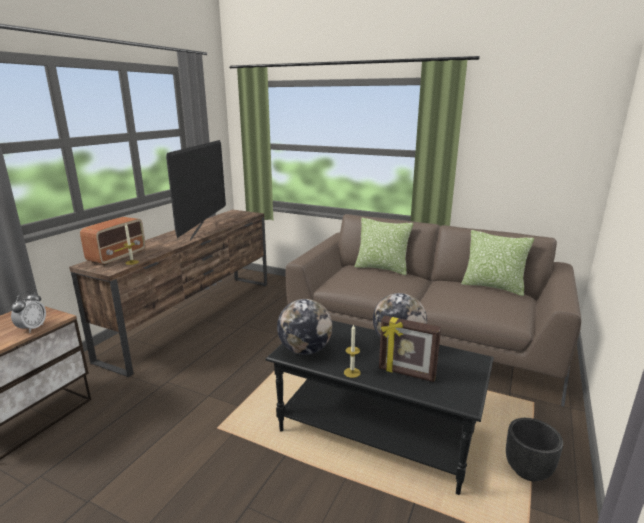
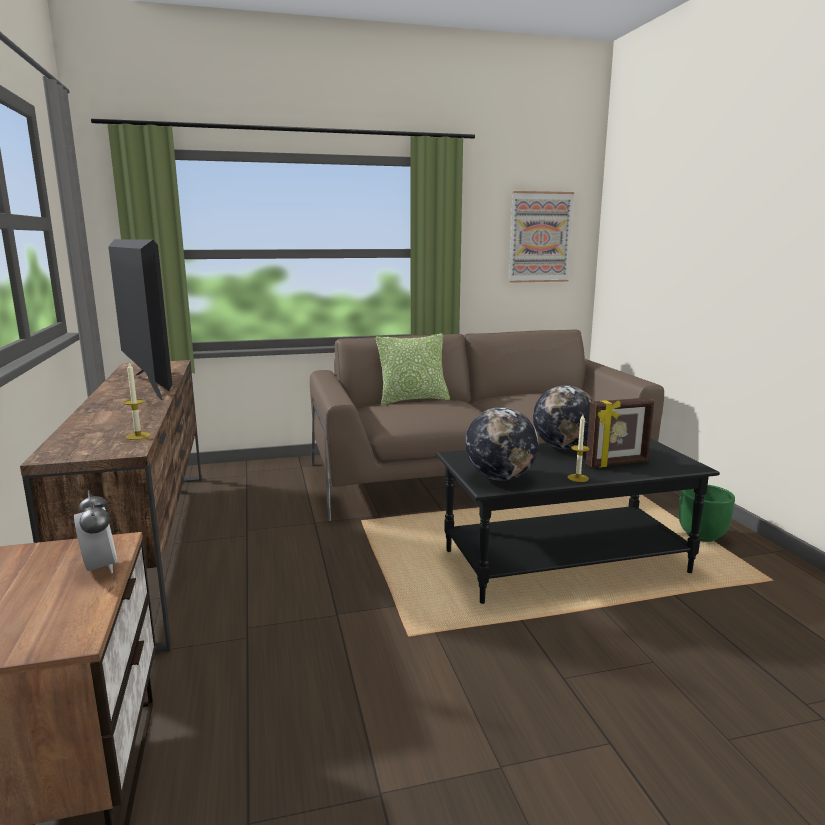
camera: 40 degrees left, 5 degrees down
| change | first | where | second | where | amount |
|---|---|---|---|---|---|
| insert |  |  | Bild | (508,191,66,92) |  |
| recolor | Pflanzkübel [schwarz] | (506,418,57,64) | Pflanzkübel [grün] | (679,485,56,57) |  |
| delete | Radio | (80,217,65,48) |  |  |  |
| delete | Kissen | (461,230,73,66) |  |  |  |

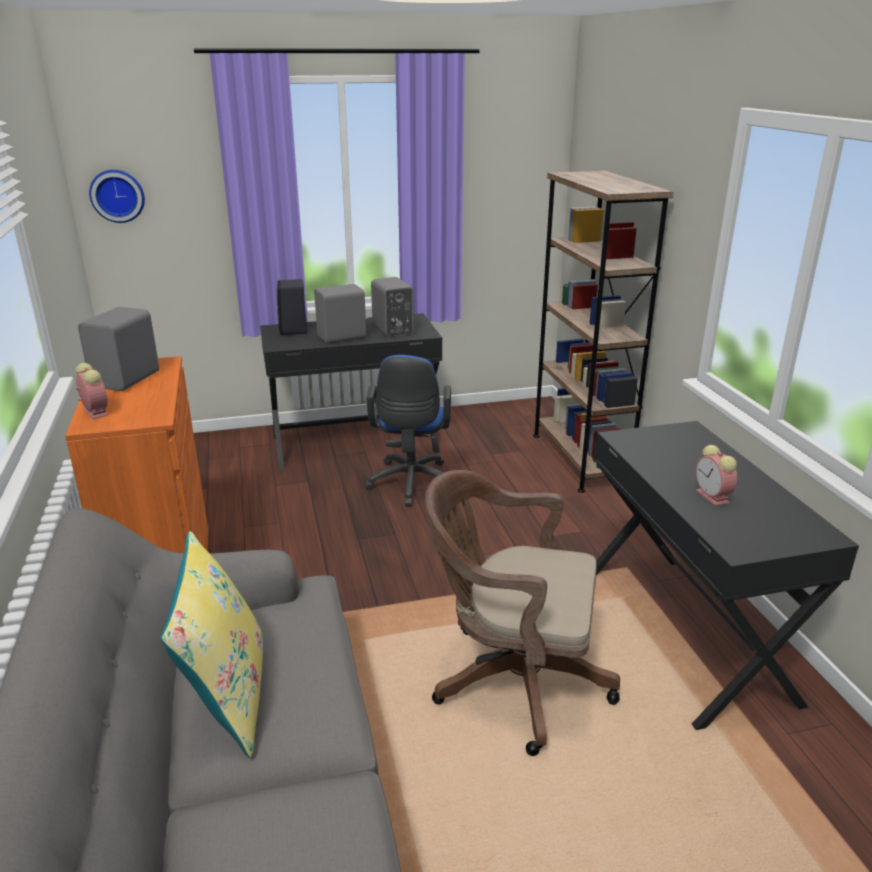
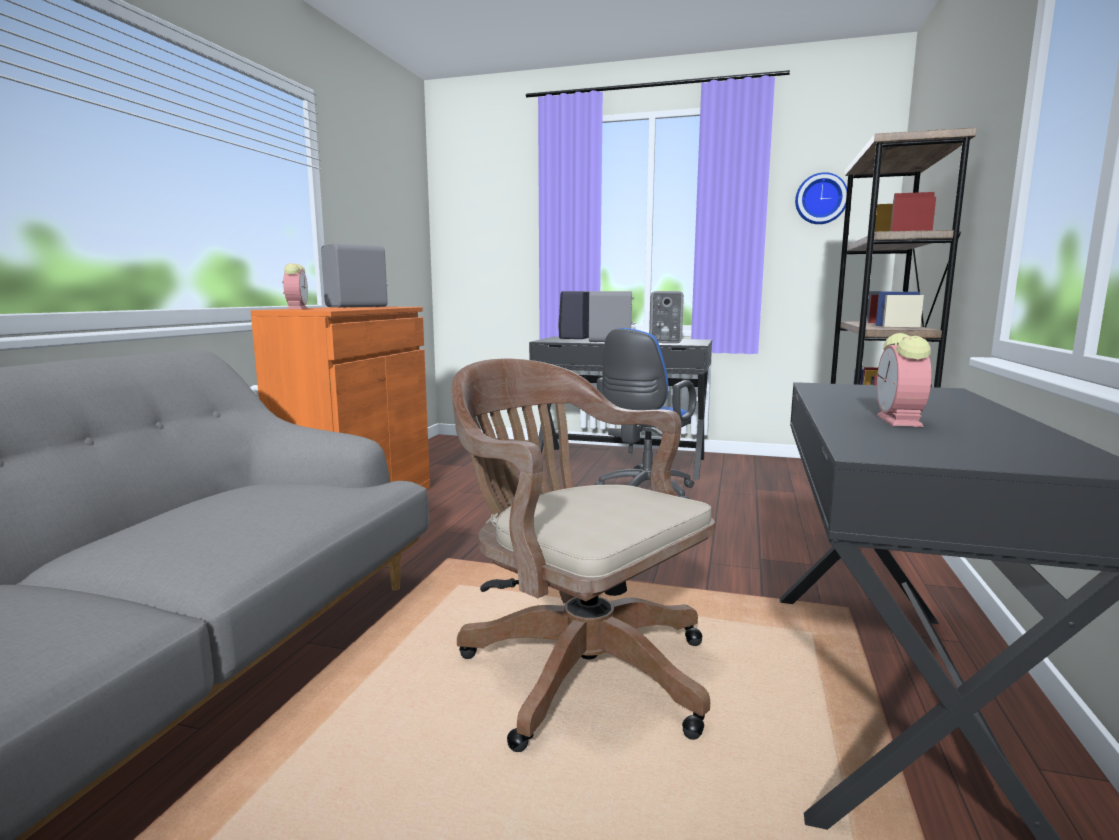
camera: 30 degrees right, 15 degrees down
| change | first | where | second | where | amount |
|---|---|---|---|---|---|
| move | Wanduhr | (89,170,56,53) |  | (795,172,52,52) |  |
| delete | Kissen [gelb] | (160,531,103,226) |  |  |  |

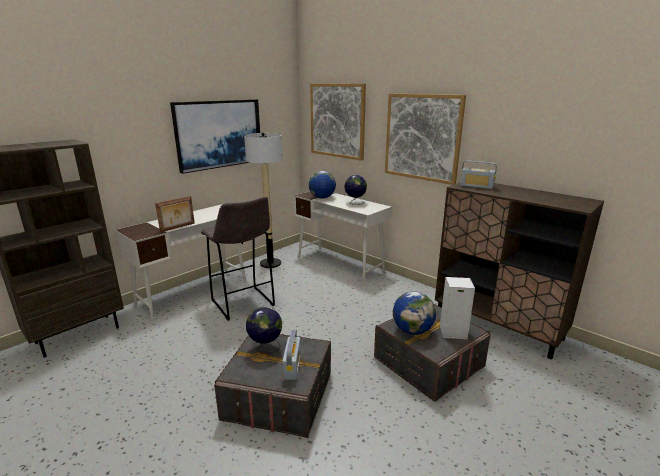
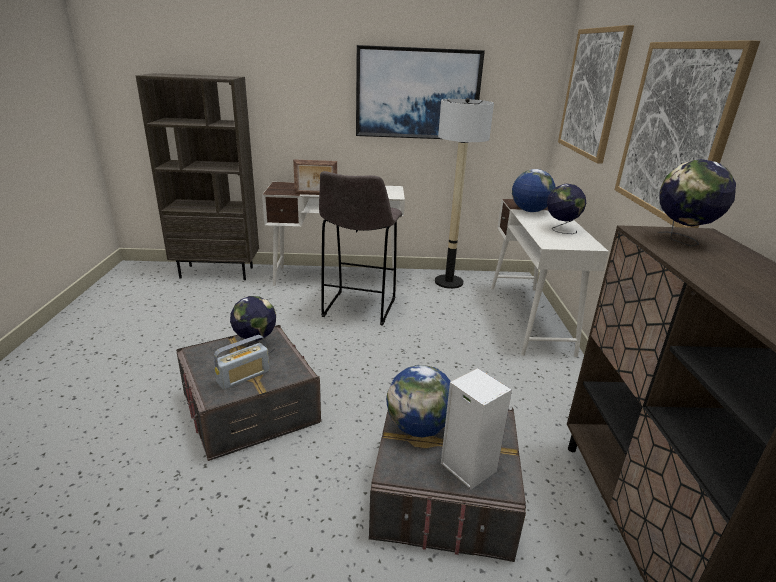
camera: 45 degrees right, 5 degrees up
| change | first | where | second | where | amount |
|---|---|---|---|---|---|
| replace | Radio | (460,161,37,28) | Globus | (657,159,79,87) |  |

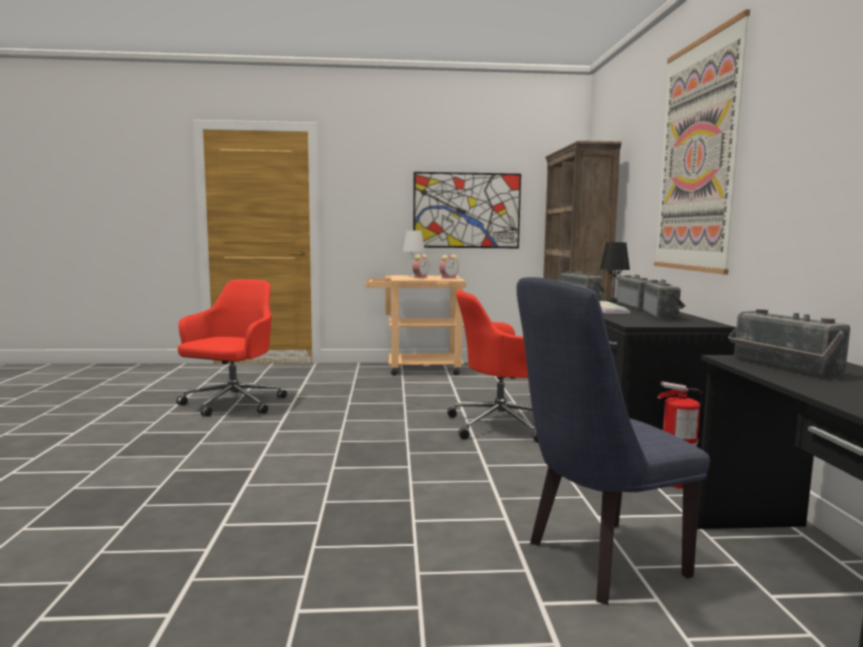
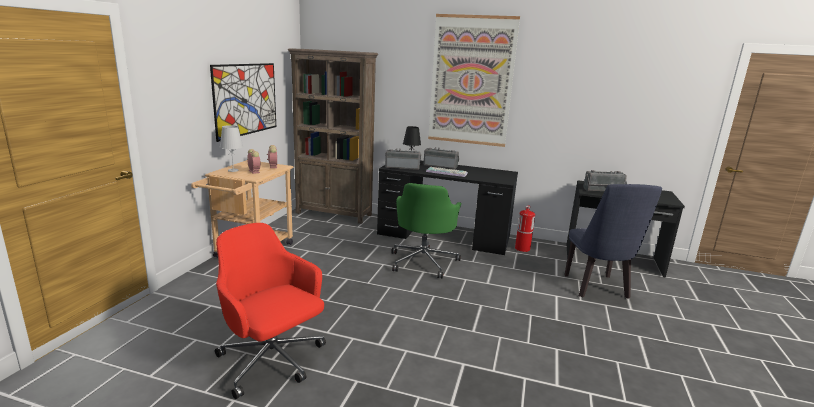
camera: 70 degrees left, 10 degrees up
| change | first | where | second | where | amount |
|---|---|---|---|---|---|
| recolor | Bürostuhl [rot] | (447,290,91,153) | Bürostuhl [grün] | (391,183,71,96) |  |
| delete | Radio | (643,279,42,41) |  |  |  |

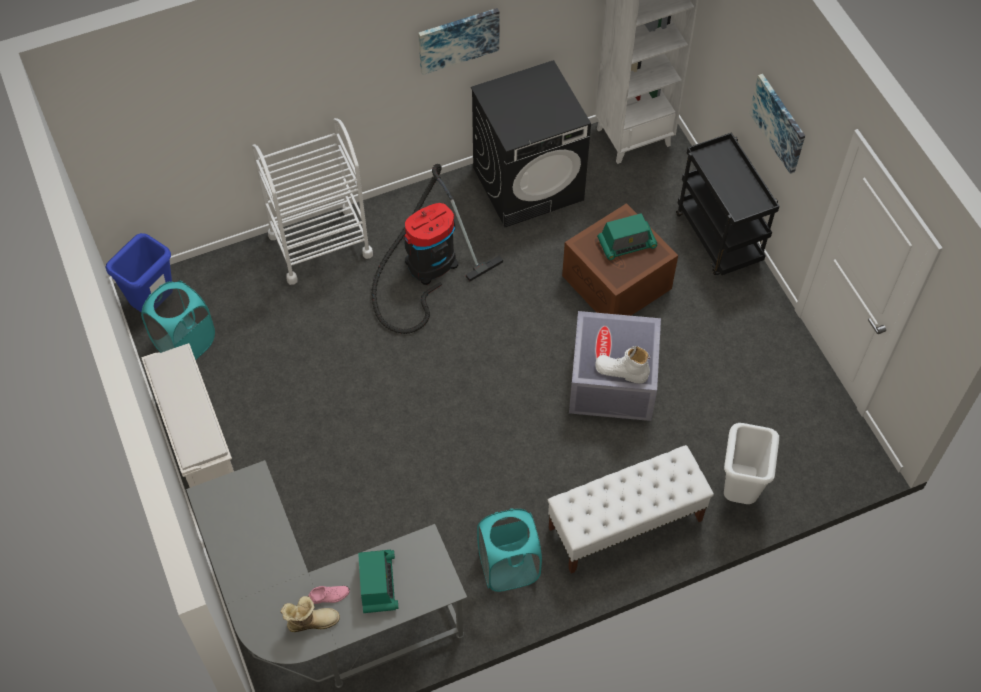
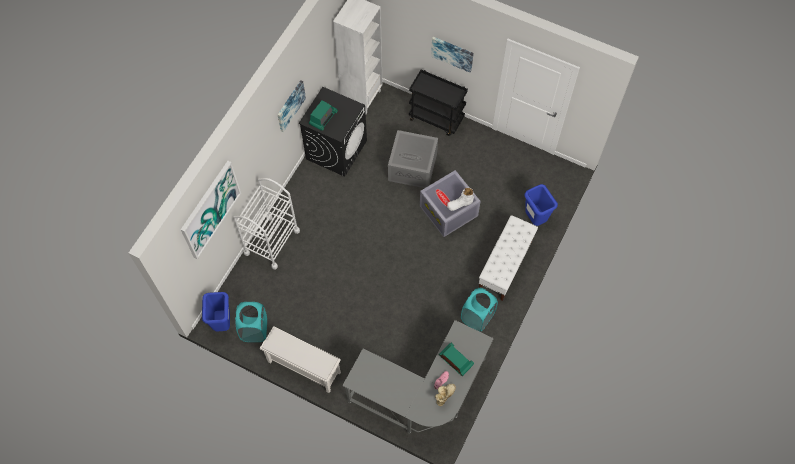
camera: 40 degrees left, 5 degrees up
| change | first | where | second | where | amount |
|---|---|---|---|---|---|
| insert |  |  | Bild | (181,161,60,98) |  |
| move | Radio | (597,213,60,47) |  | (309,100,29,31) |  |
| recolor | Aufbewahrungsbox [braun] | (562,203,116,113) | Aufbewahrungsbox [grau] | (388,130,50,58) |  |
| recolor | Mülleimer [weiß] | (724,423,55,81) | Mülleimer [blau] | (525,184,33,42) |  |
| delete | Staubsauger | (371,164,132,170) |  |  |  |

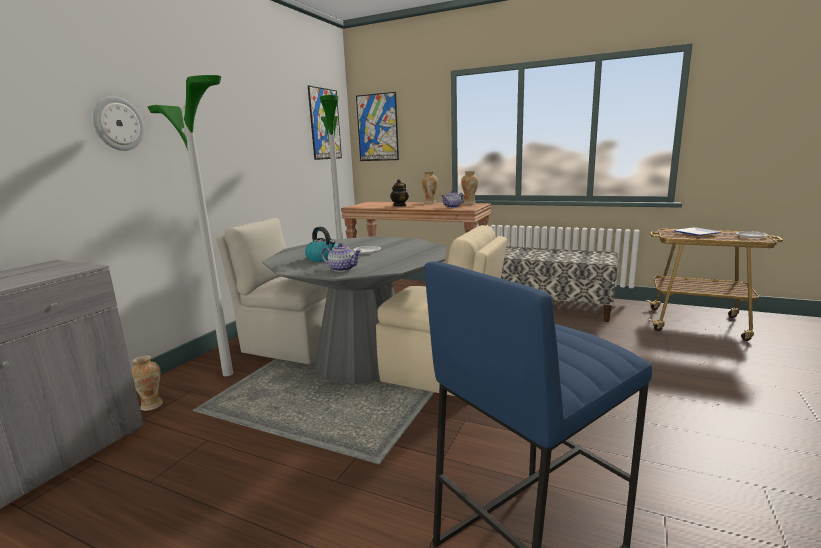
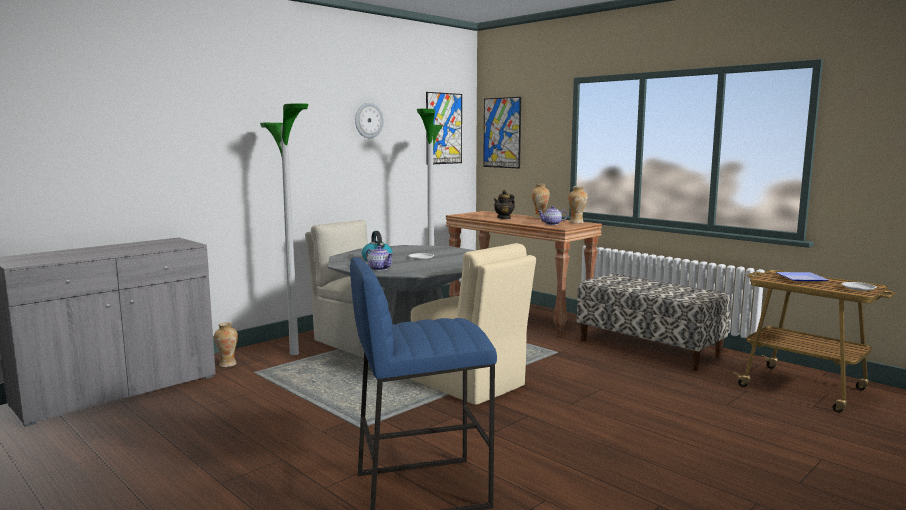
camera: 20 degrees right, 5 degrees down
| change | first | where | second | where | amount |
|---|---|---|---|---|---|
| move | Wanduhr | (92,96,52,55) |  | (355,102,29,36) |  |

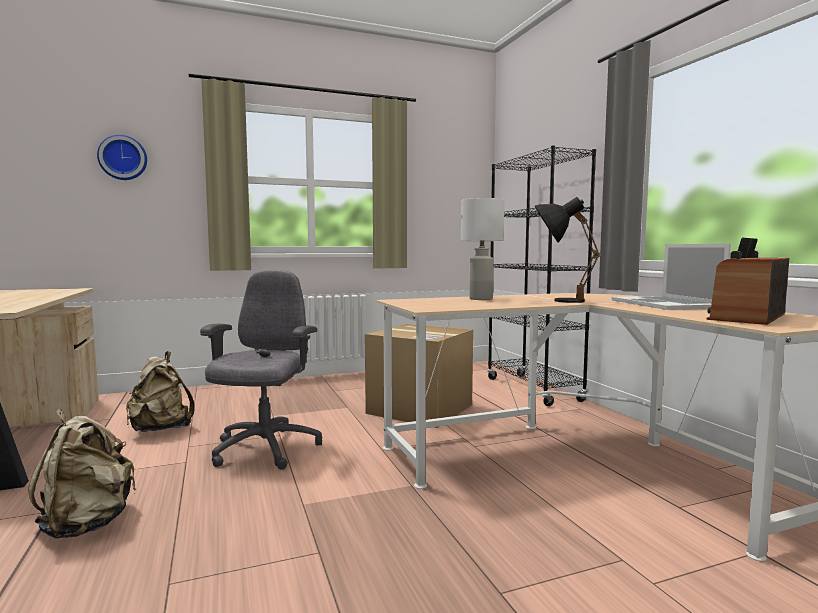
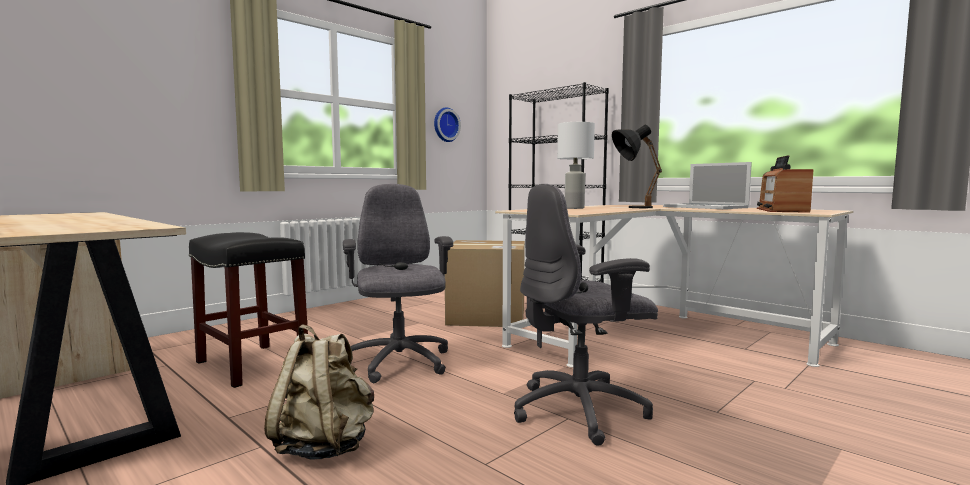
camera: 25 degrees left, 0 degrees up
| change | first | where | second | where | amount |
|---|---|---|---|---|---|
| replace | Rucksack [beige] | (126,351,69,81) | Hocker [schwarz] | (189,232,119,156) |  |
| move | Wanduhr | (97,135,50,45) |  | (434,107,27,35) |  |
| insert |  |  | Bürostuhl [grau] | (514,184,144,262) |  |

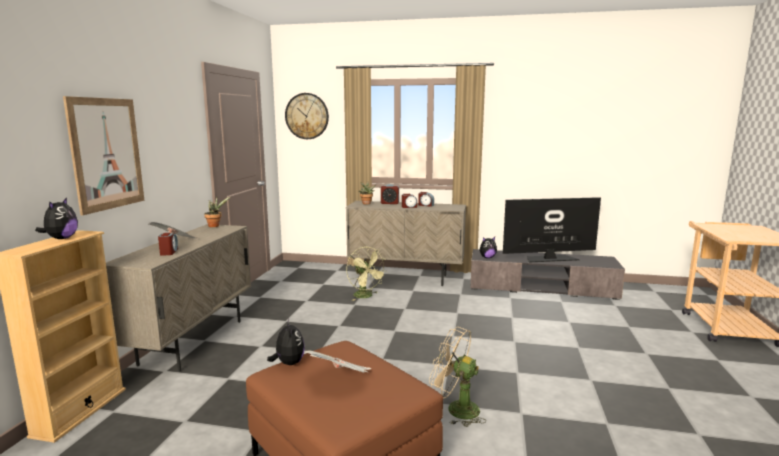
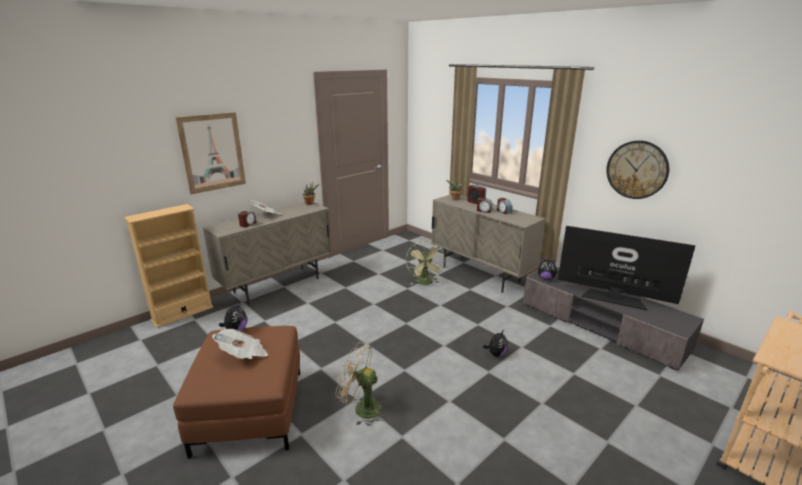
camera: 35 degrees right, 10 degrees up
| change | first | where | second | where | amount |
|---|---|---|---|---|---|
| rotate | Ventilator [beige] | (429,327,57,100) |  | (336,342,50,84) | 45 degrees counterclockwise |
| move | Plüschtier | (35,198,43,41) |  | (483,330,25,27) |  |
| move | Wanduhr | (285,93,44,46) |  | (606,140,63,59) |  |

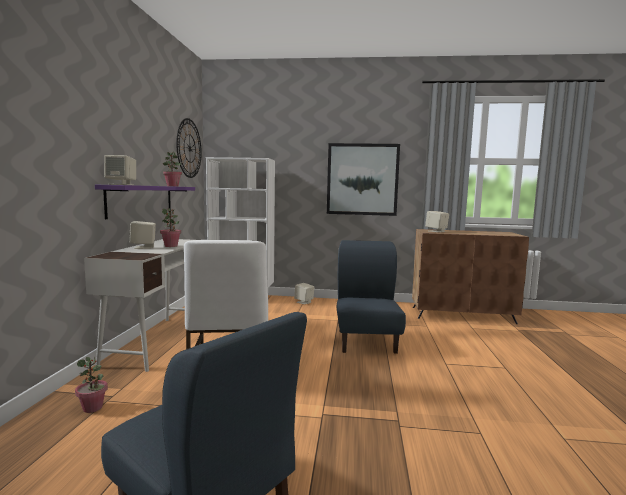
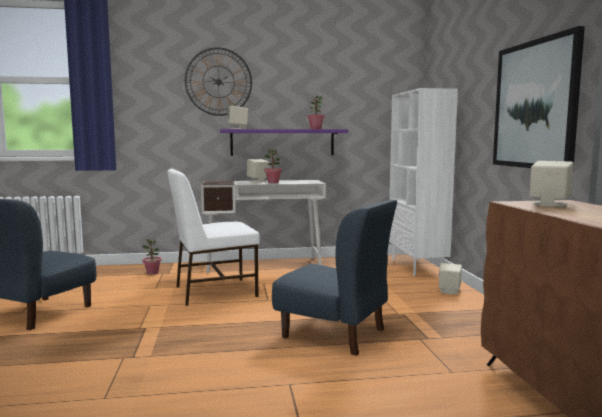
camera: 75 degrees right, 0 degrees up
| change | first | where | second | where | amount |
|---|---|---|---|---|---|
| move | Wanduhr | (176,118,26,60) |  | (185,47,67,69) |  |
| rotate | Stuhl [blau] | (337,240,69,114) |  | (272,199,125,157) | 45 degrees clockwise |

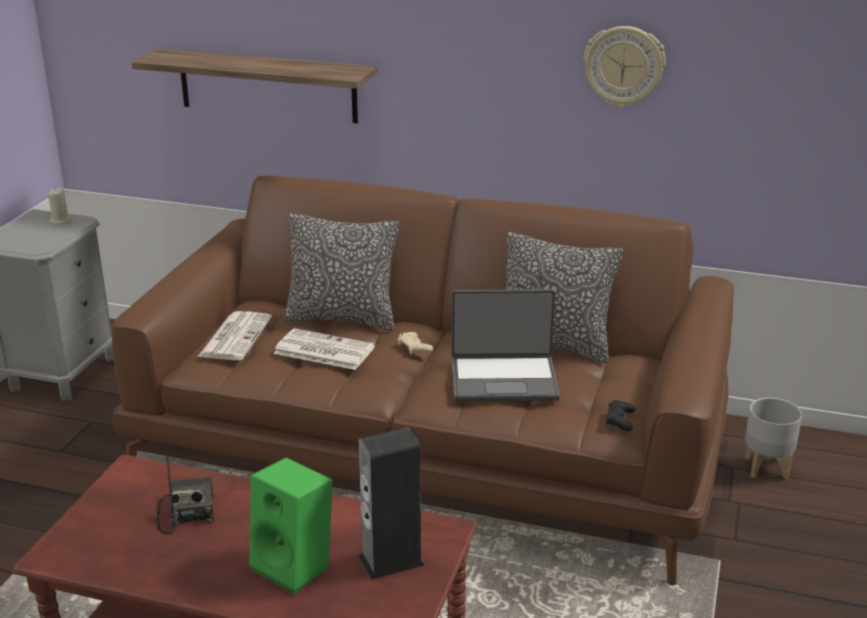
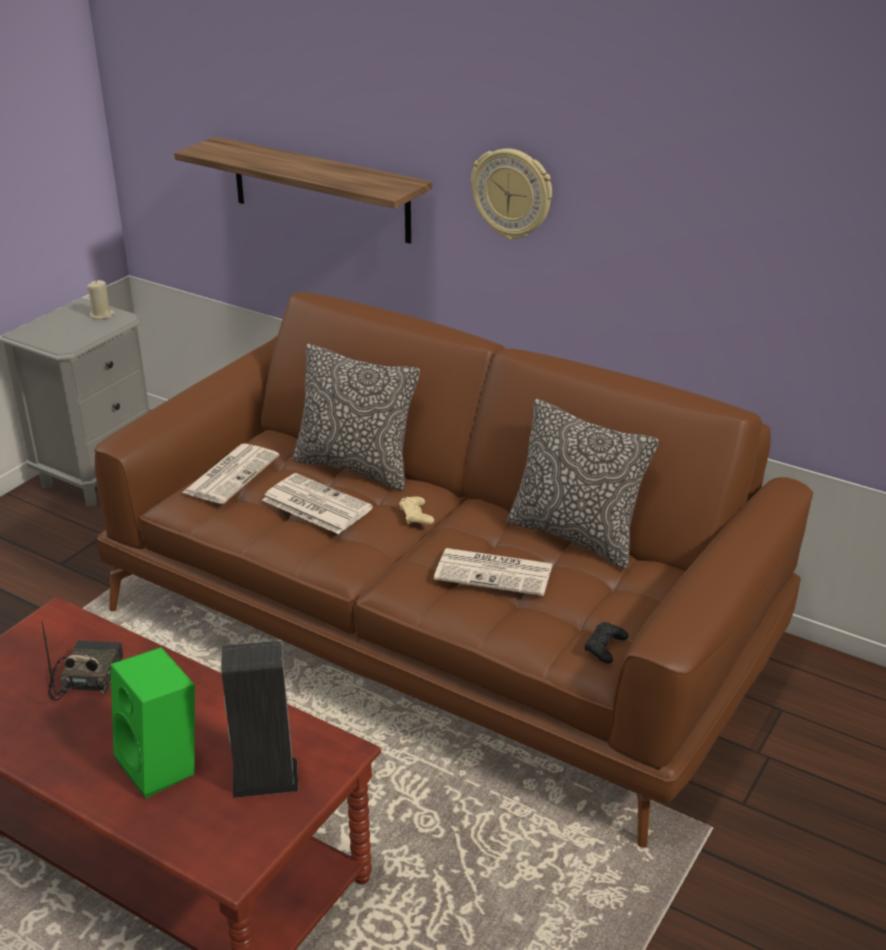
camera: 15 degrees right, 5 degrees up
| change | first | where | second | where | amount |
|---|---|---|---|---|---|
| replace | Laptop | (452,289,108,113) | Zeitung | (434,548,119,48) |  |
| move | Wanduhr | (584,26,82,82) |  | (471,148,81,91) |  |
| delete | Pflanzkübel [grau] | (745,398,57,82) |  |  |  |

